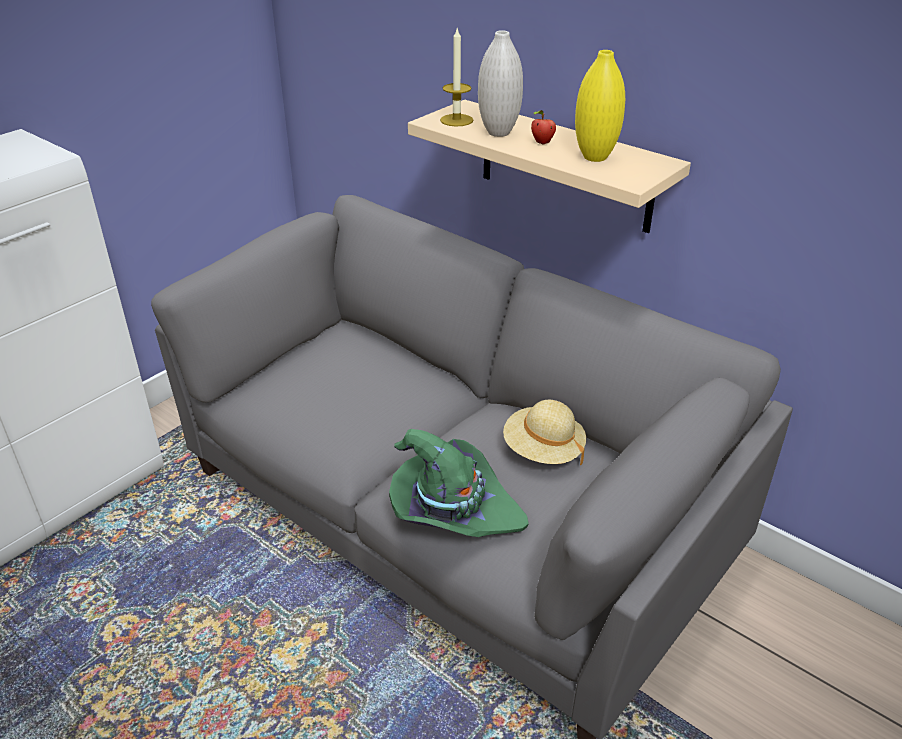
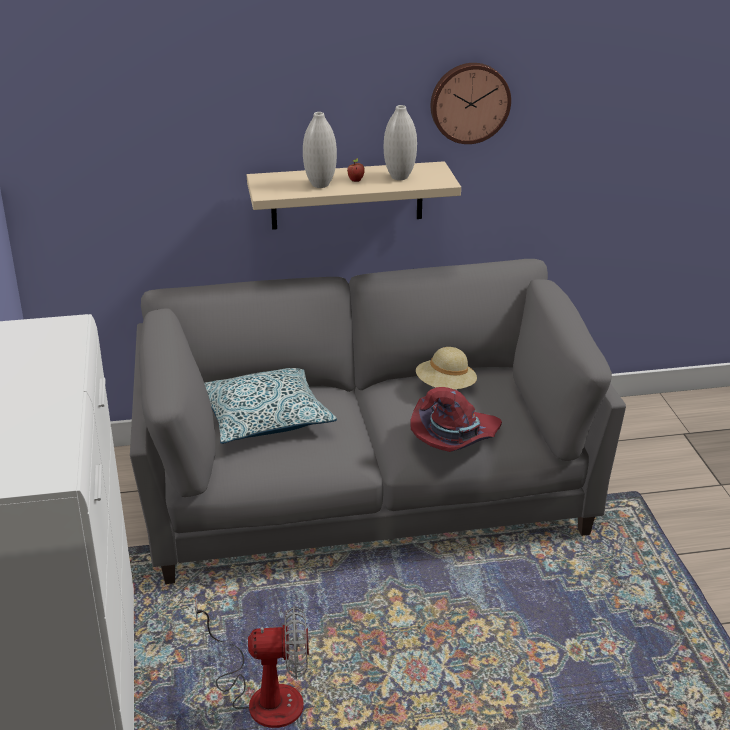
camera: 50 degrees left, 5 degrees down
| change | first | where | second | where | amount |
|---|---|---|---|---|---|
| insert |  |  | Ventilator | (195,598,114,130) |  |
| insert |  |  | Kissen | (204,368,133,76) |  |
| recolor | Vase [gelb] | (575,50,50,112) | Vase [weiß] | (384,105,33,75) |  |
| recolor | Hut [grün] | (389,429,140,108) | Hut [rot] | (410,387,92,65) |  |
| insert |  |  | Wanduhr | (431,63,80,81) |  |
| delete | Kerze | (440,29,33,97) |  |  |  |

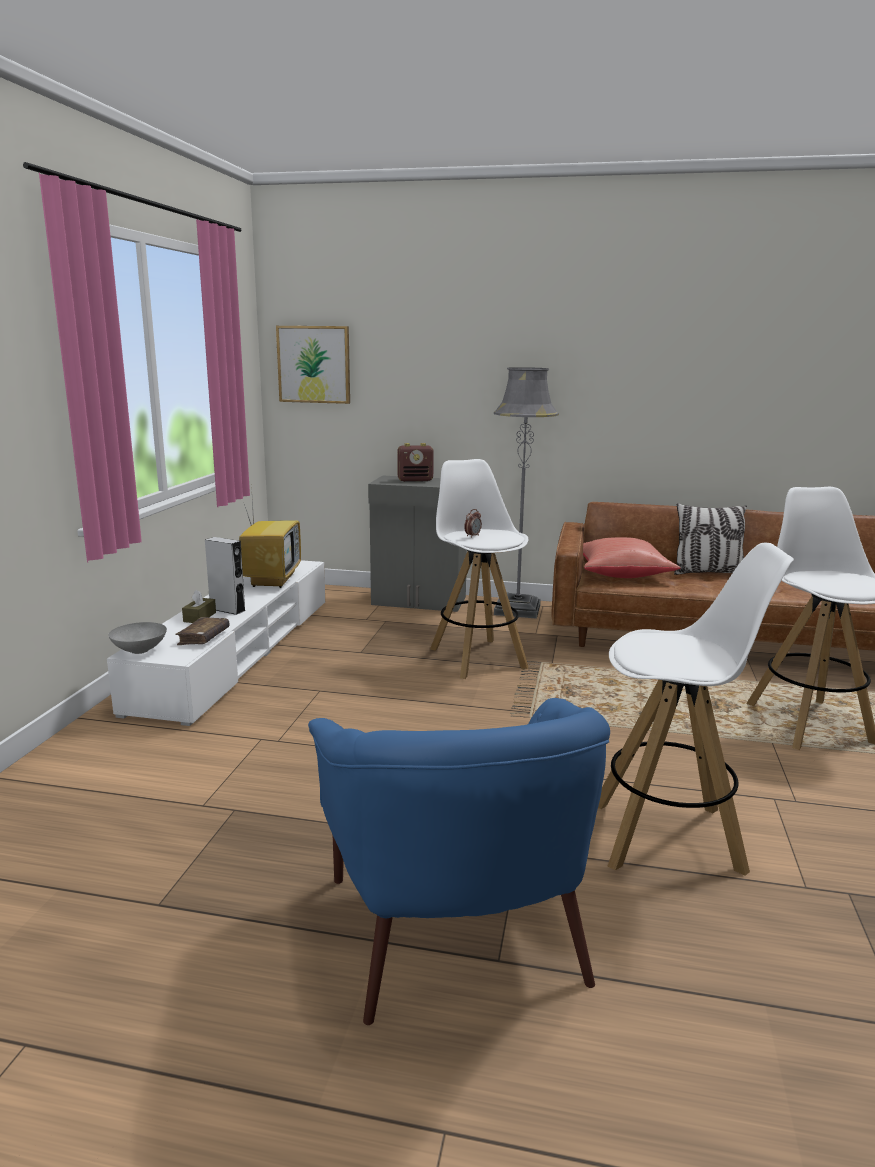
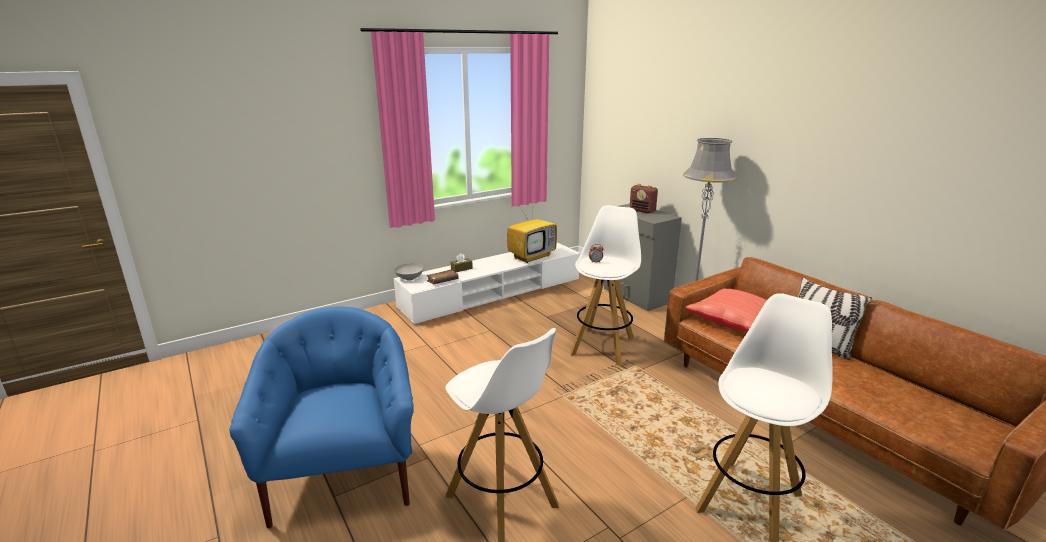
camera: 45 degrees right, 5 degrees up
| change | first | where | second | where | amount |
|---|---|---|---|---|---|
| rotate | Sessel [blau] | (308,698,302,327) |  | (229,307,185,221) | 135 degrees clockwise |
| delete | Lautsprecher [grau] | (205,537,41,78) |  |  |  |
| delete | Bild | (276,326,74,78) |  |  |  |

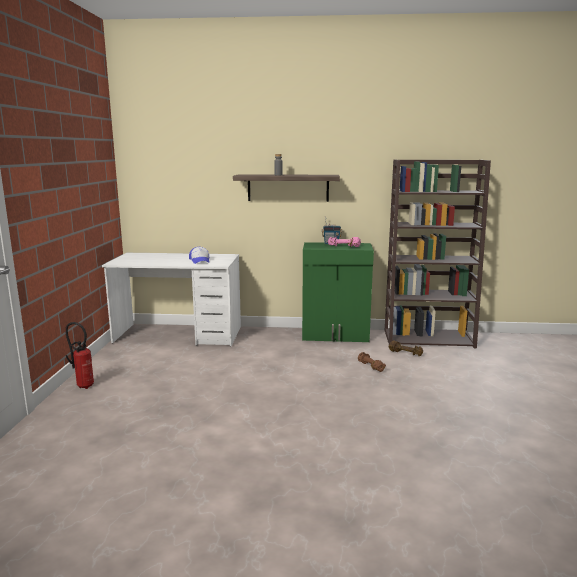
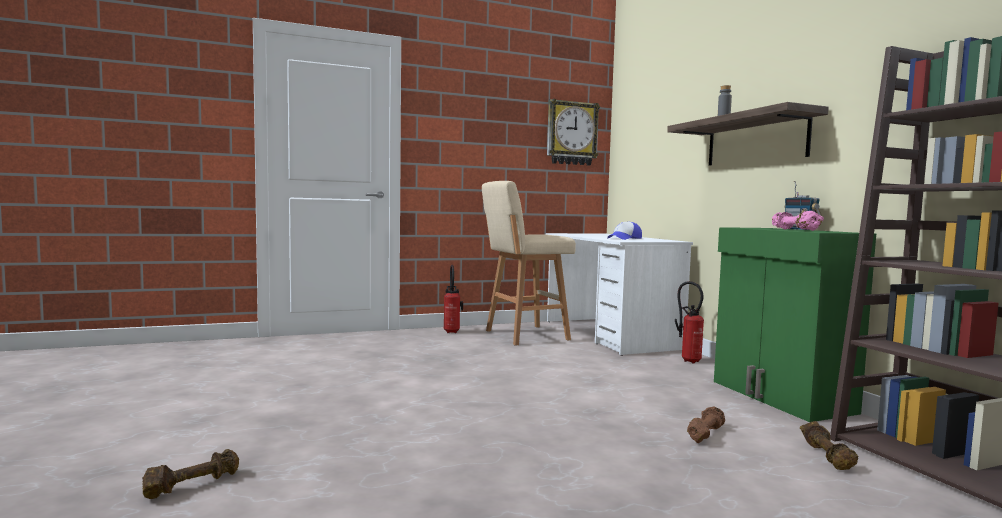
camera: 65 degrees right, 10 degrees down
| change | first | where | second | where | amount |
|---|---|---|---|---|---|
| insert |  |  | Hantel [braun] | (142,449,97,50) |  |
| insert |  |  | Hocker [beige] | (482,181,94,165) |  |
| insert |  |  | Wanduhr | (547,99,53,67) |  |
| insert |  |  | Feuerlöscher | (675,281,29,82) |  |

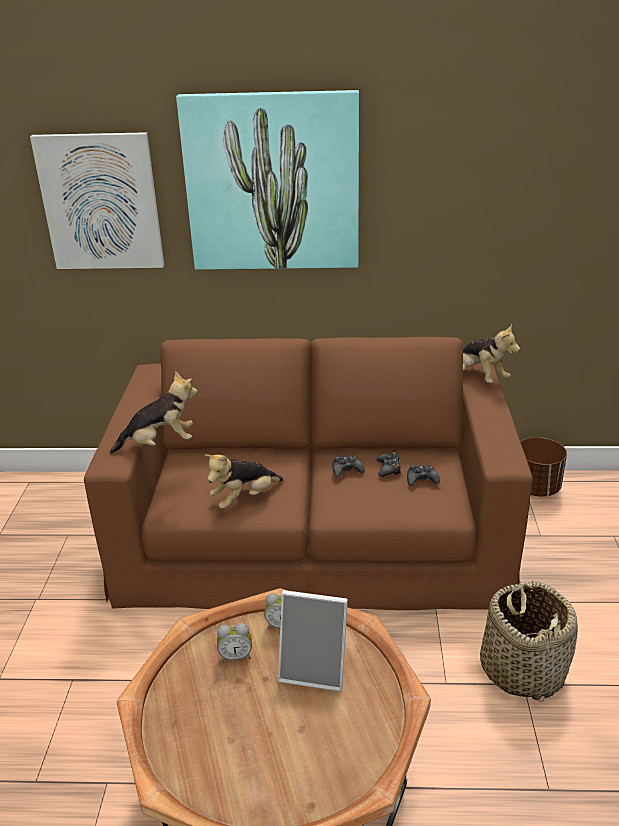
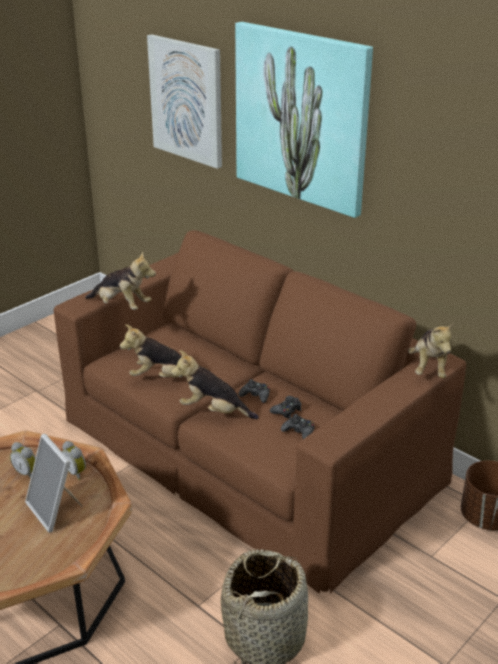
camera: 40 degrees right, 0 degrees up
| change | first | where | second | where | amount |
|---|---|---|---|---|---|
| insert |  |  | Plüschtier | (171,350,88,69) |  |

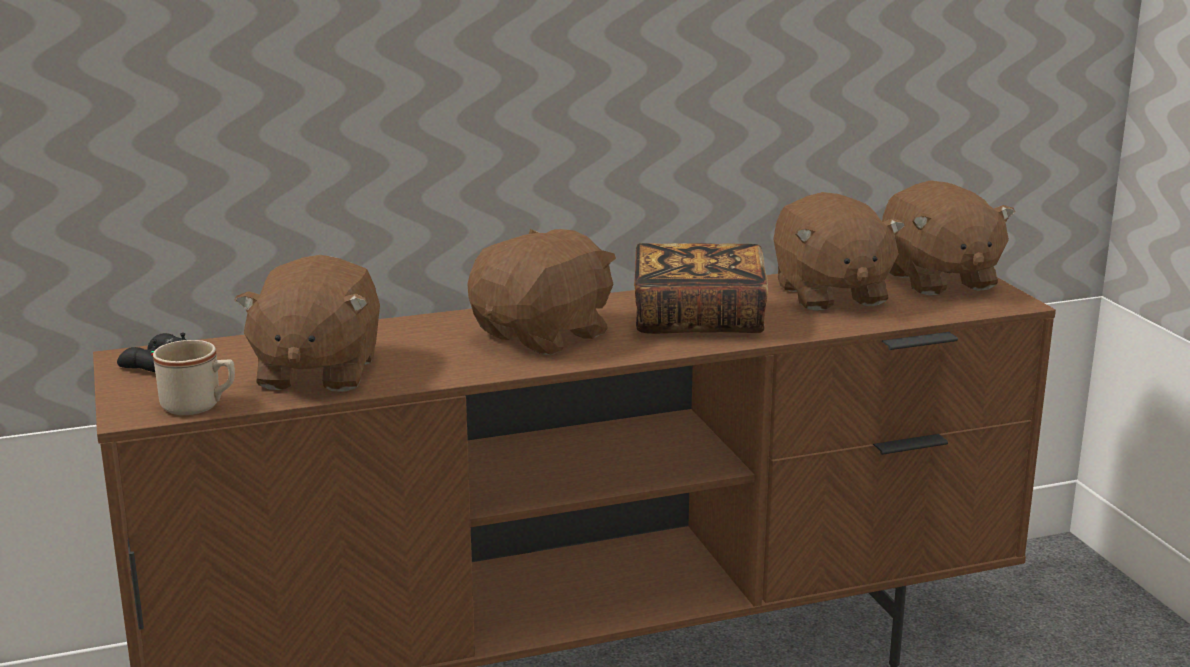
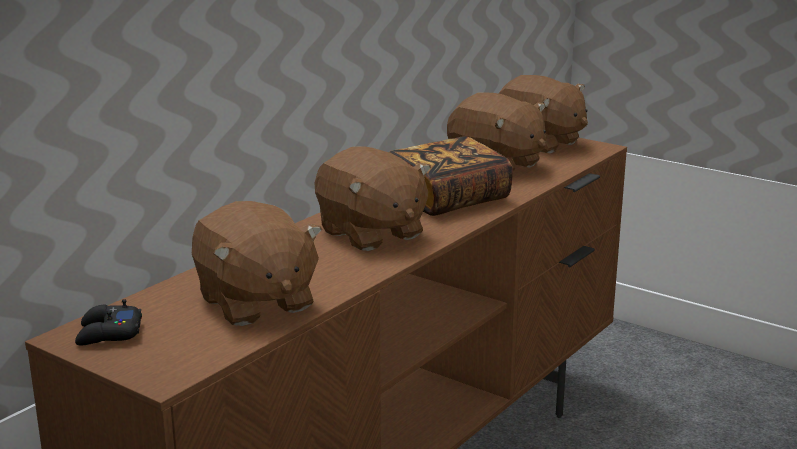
camera: 35 degrees left, 0 degrees up
| change | first | where | second | where | amount |
|---|---|---|---|---|---|
| rotate | Plüschtier [braun] | (468,229,148,126) |  | (314,146,117,105) | 135 degrees clockwise |
| delete | Henkelbecher [beige] | (153,340,82,75) |  |  |  |

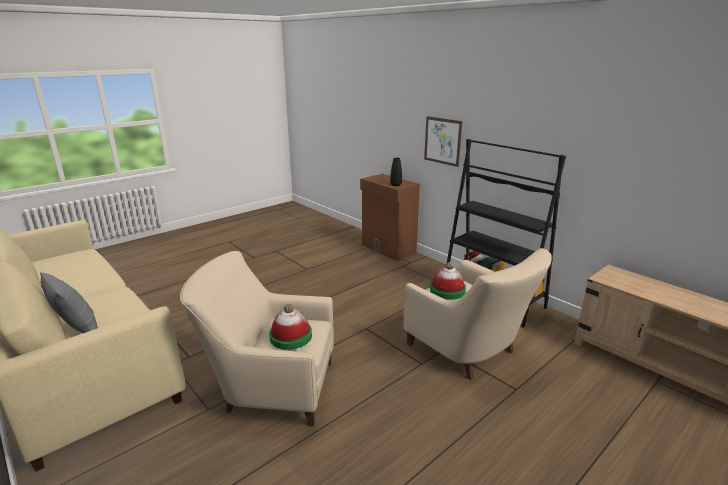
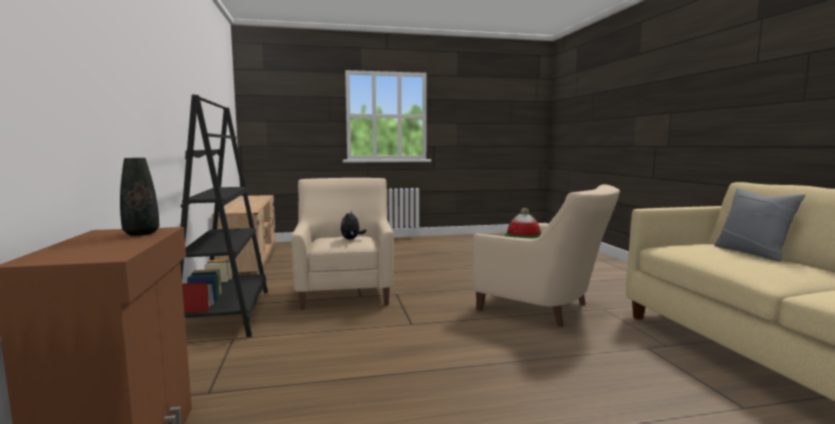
camera: 150 degrees left, 15 degrees down
| change | first | where | second | where | amount |
|---|---|---|---|---|---|
| replace | Hut | (430,262,36,38) | Plüschtier | (340,211,26,28) |  |
| delete | Bild | (424,116,39,51) |  |  |  |

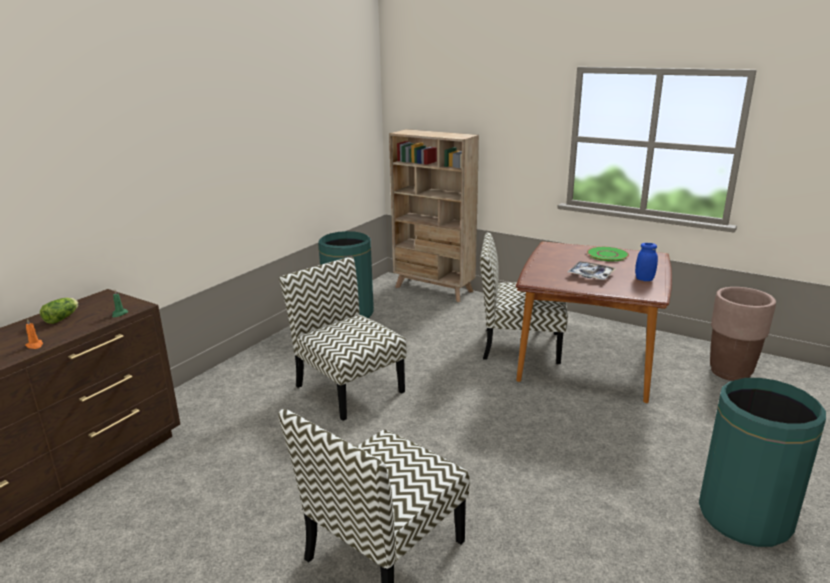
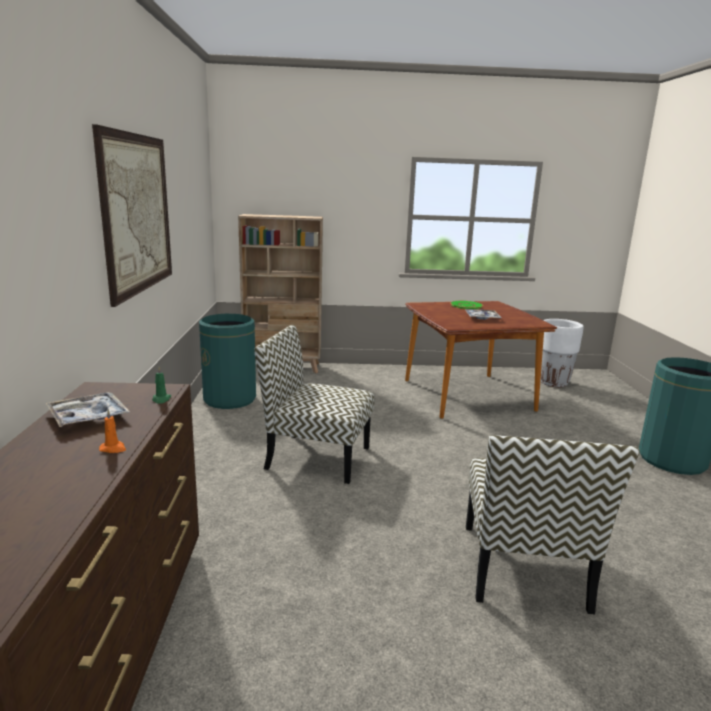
camera: 35 degrees left, 5 degrees down
| change | first | where | second | where | amount |
|---|---|---|---|---|---|
| replace | Salatkopf | (40,298,39,26) | Tablett | (46,392,84,35) |  |
| insert |  |  | Bild | (92,124,80,183) |  |
| recolor | Pflanzkübel [braun] | (710,287,66,94) | Pflanzkübel [weiß] | (540,319,44,68) |  |
| delete | Stuhl | (480,232,88,132) |  |  |  |
| delete | Vorratsglas [blau] | (635,243,23,38) |  |  |  |

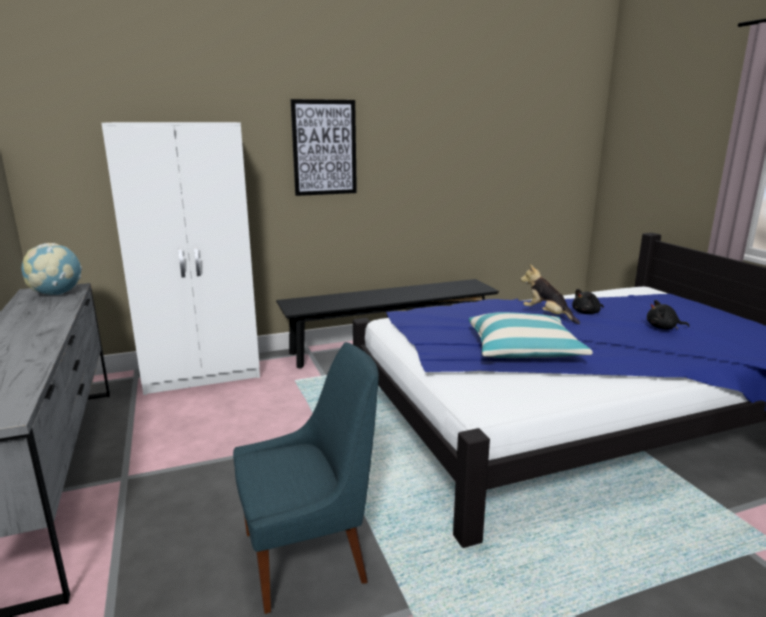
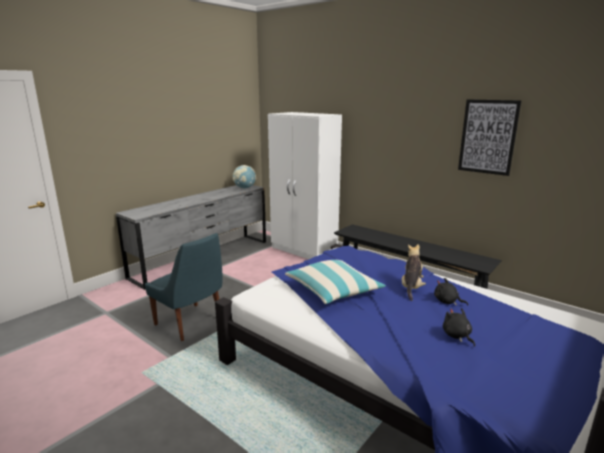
camera: 60 degrees right, 0 degrees up
| change | first | where | second | where | amount |
|---|---|---|---|---|---|
| move | Bild | (291,99,66,97) |  | (458,99,64,77) |  |

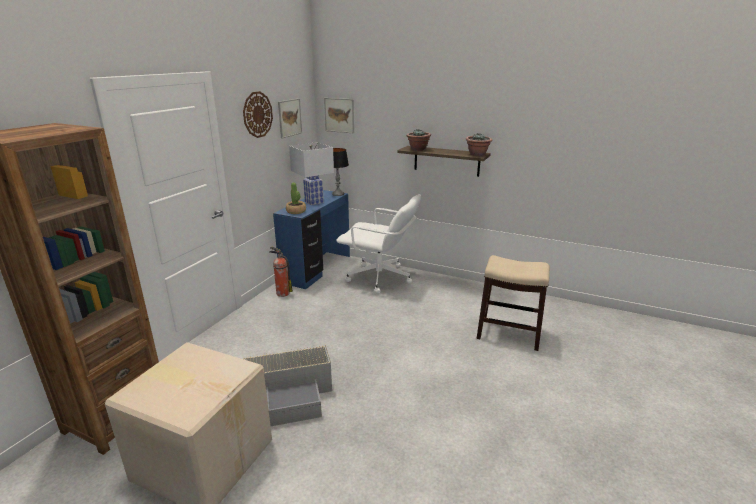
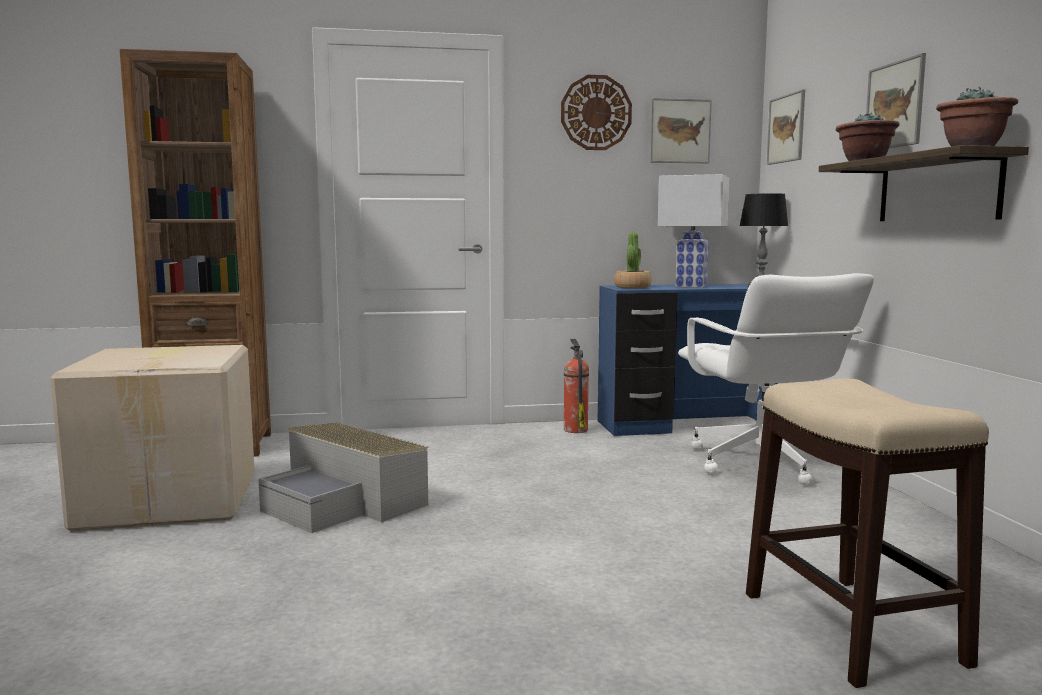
camera: 55 degrees right, 15 degrees down
| change | first | where | second | where | amount |
|---|---|---|---|---|---|
| insert |  |  | Bild | (866,53,60,95) |  |

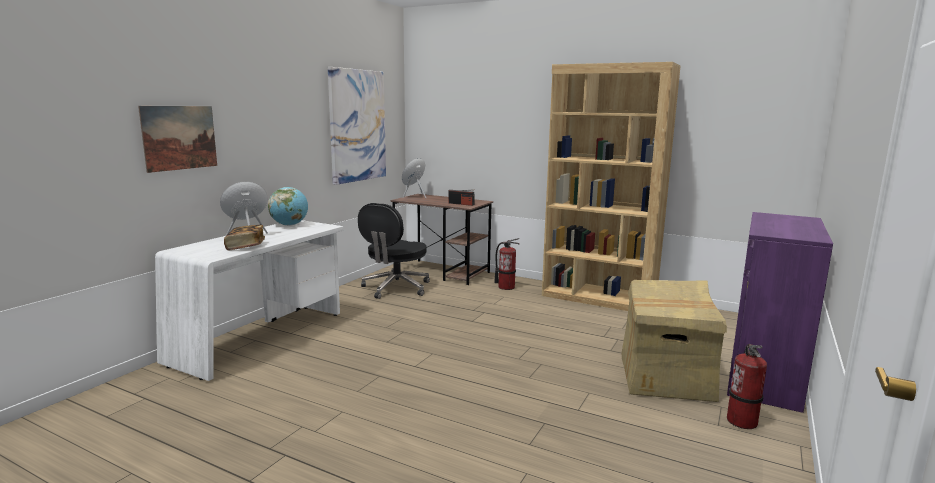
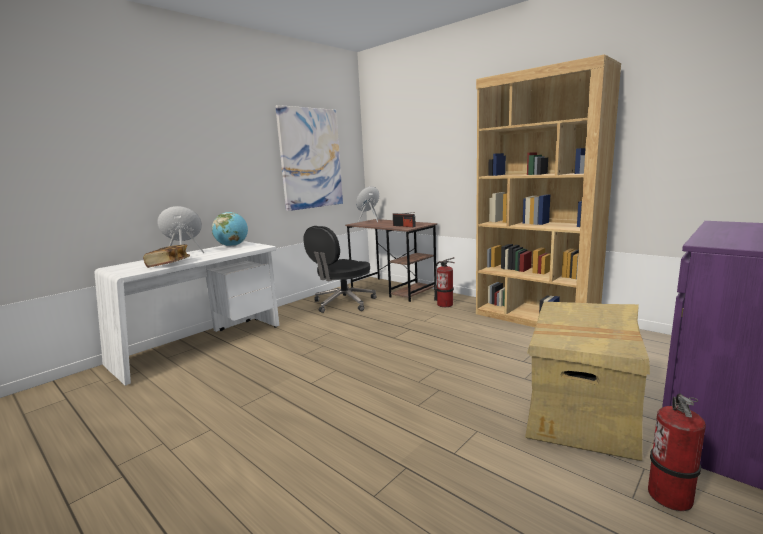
camera: 15 degrees right, 0 degrees up
| change | first | where | second | where | amount |
|---|---|---|---|---|---|
| delete | Bild | (138,106,79,67) |  |  |  |

